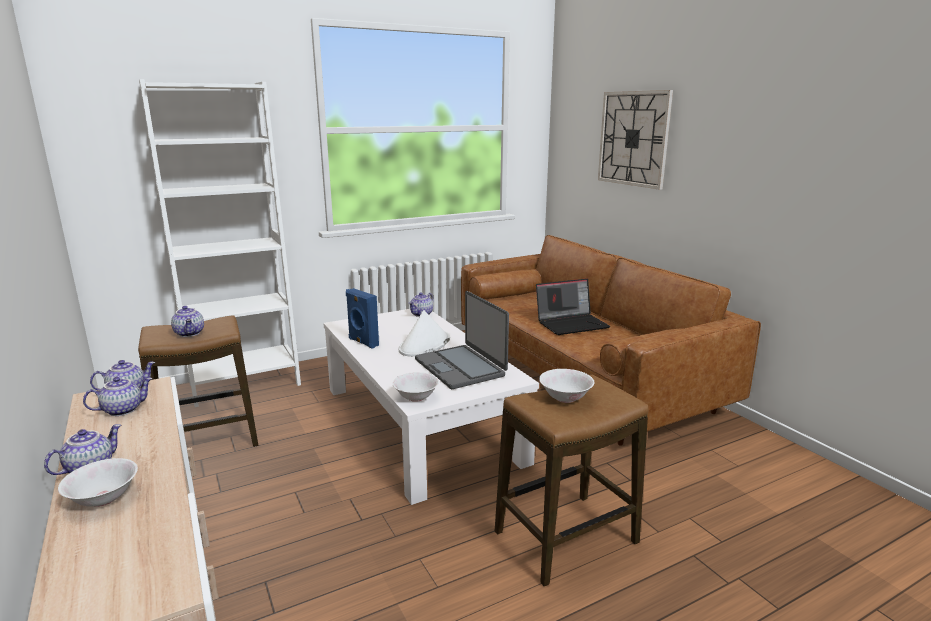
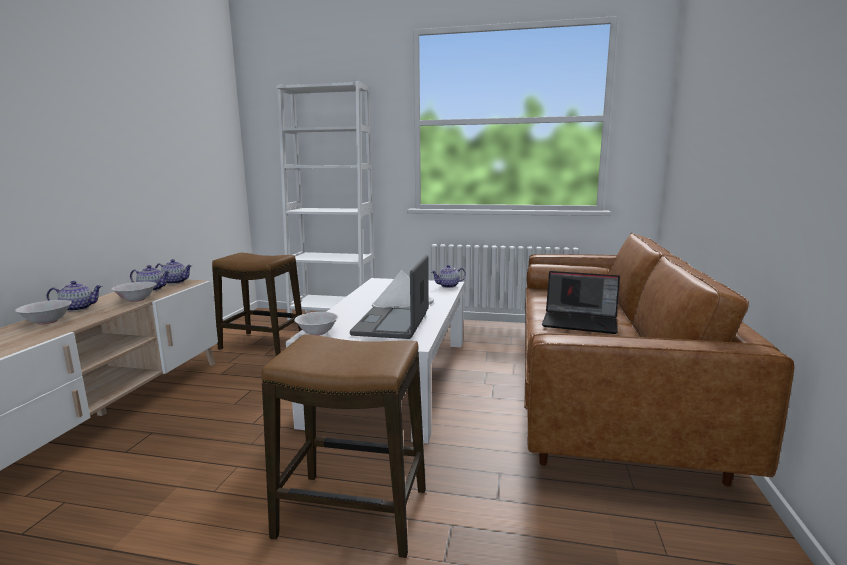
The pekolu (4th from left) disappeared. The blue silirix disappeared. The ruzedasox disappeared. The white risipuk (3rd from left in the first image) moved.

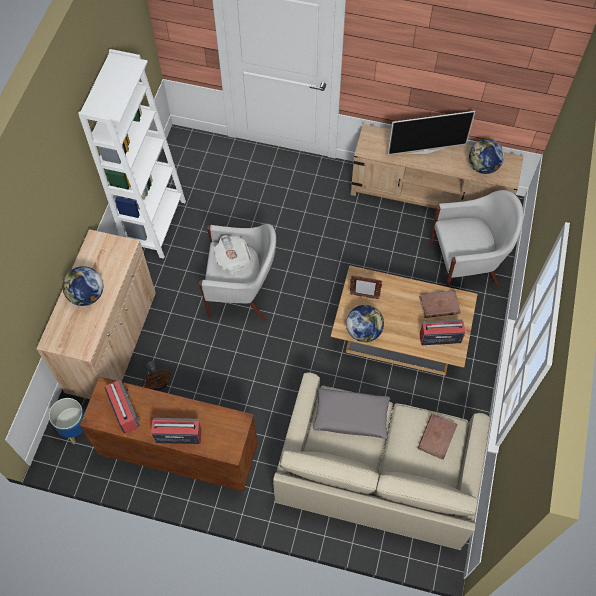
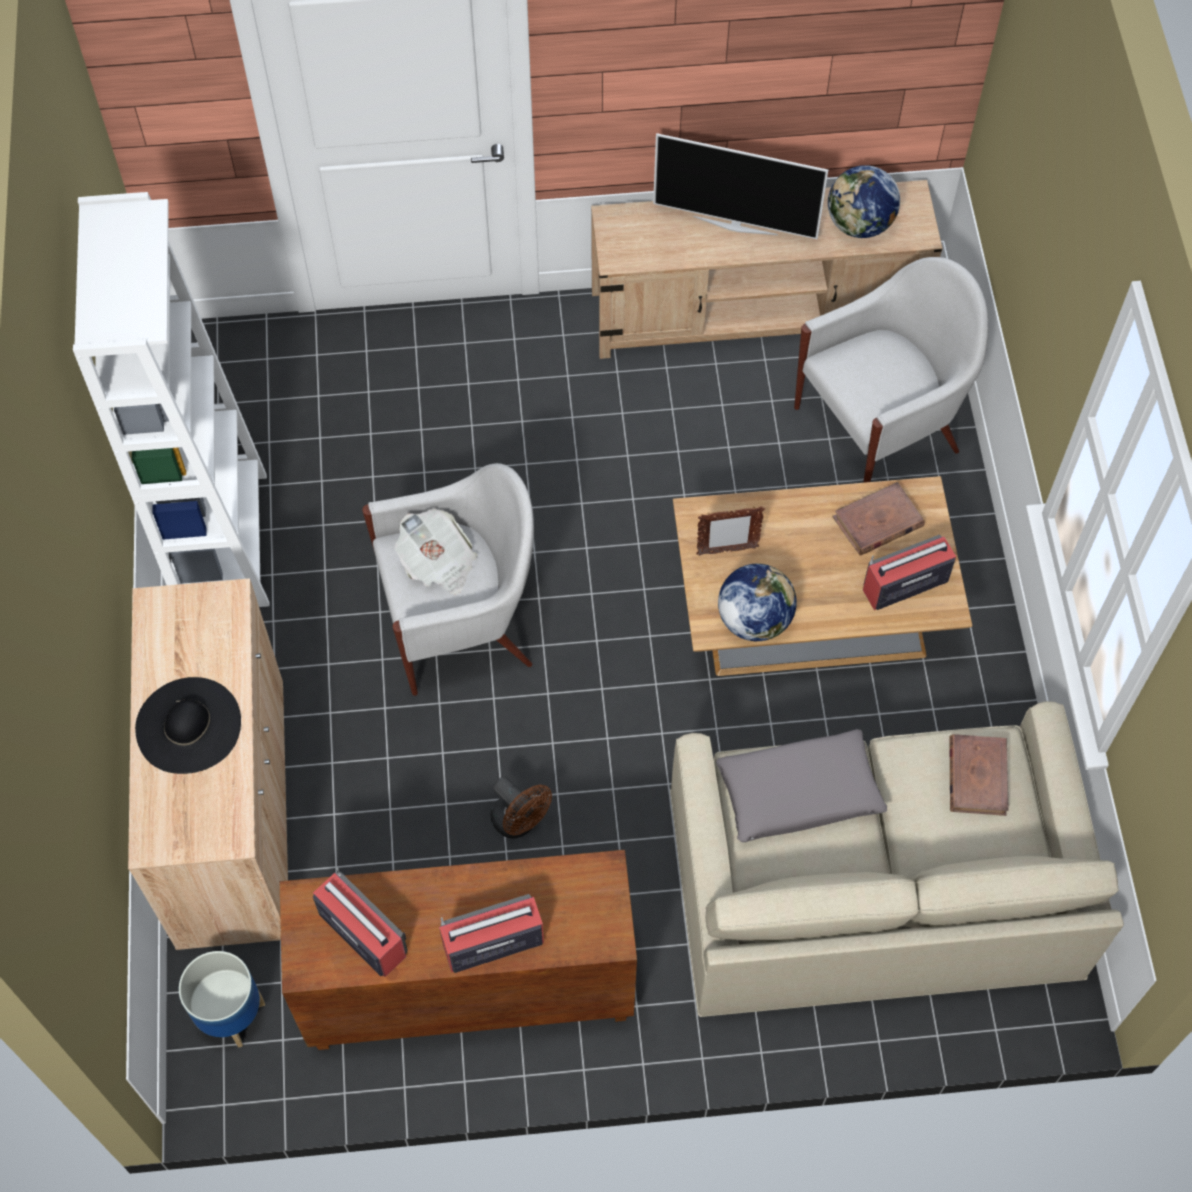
The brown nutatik moved. The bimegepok (1st from left) was replaced by the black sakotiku. The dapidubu turned 45 degrees clockwise.

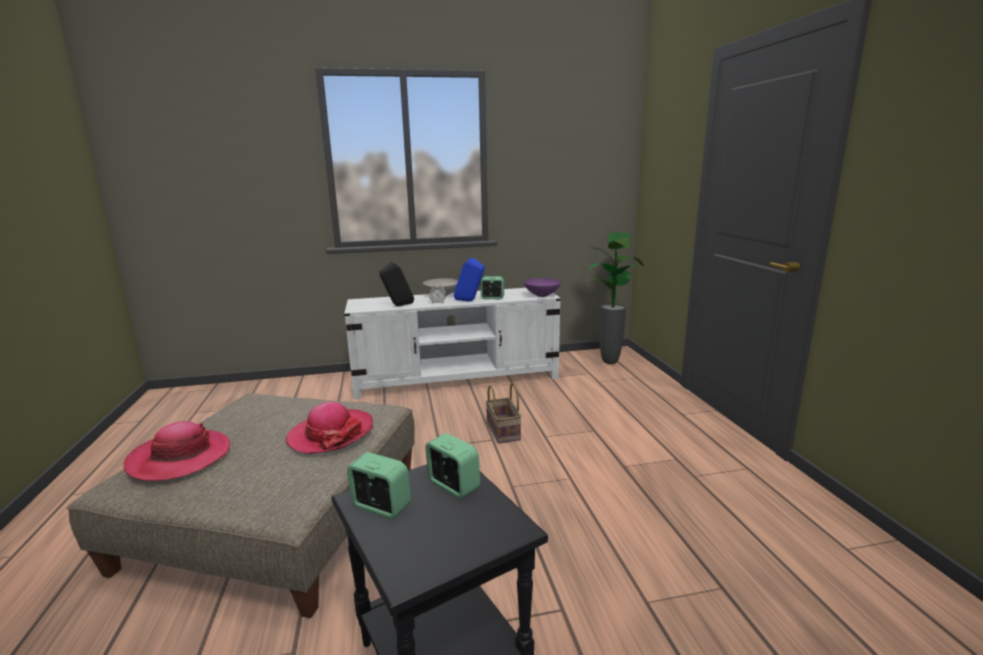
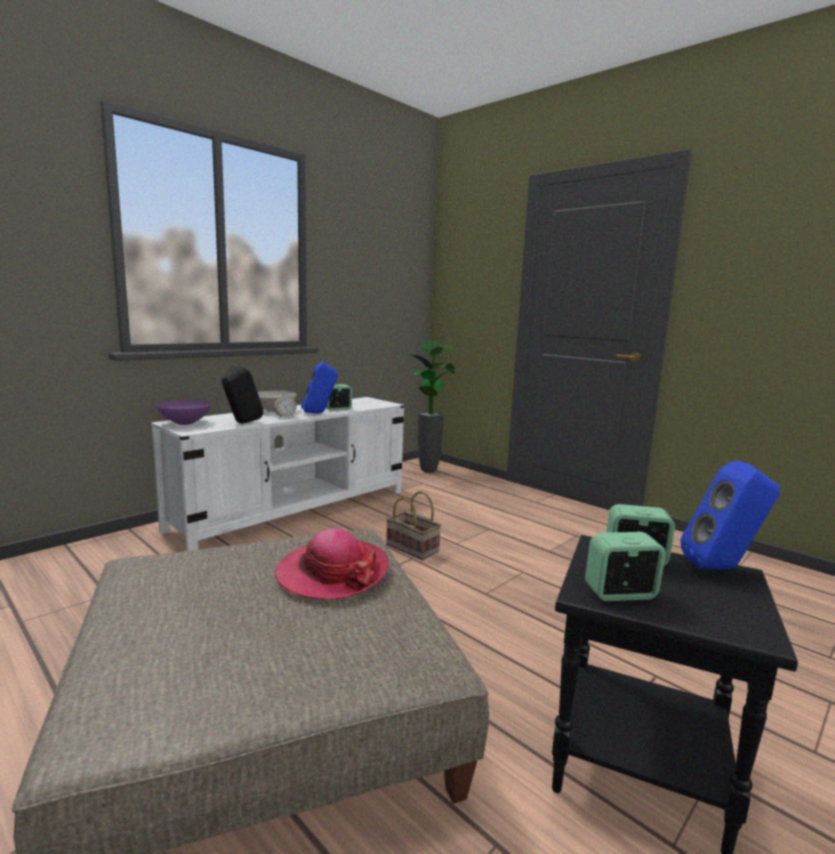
The sakotiku (1st from left) disappeared. The blue silirix (2nd from left) appeared. The purple risipuk moved.

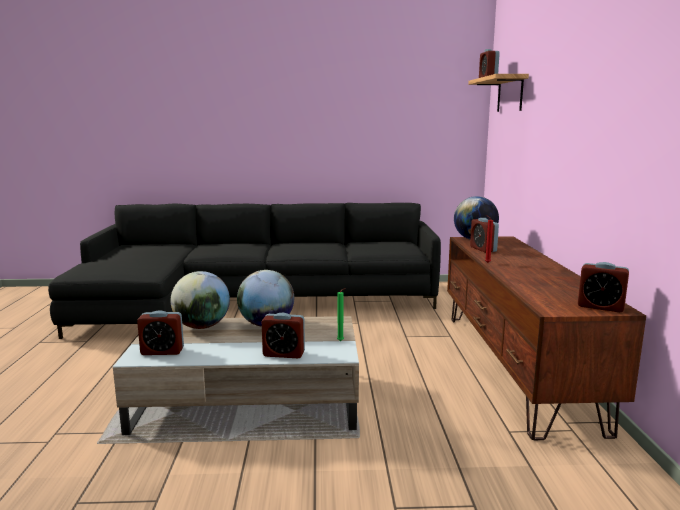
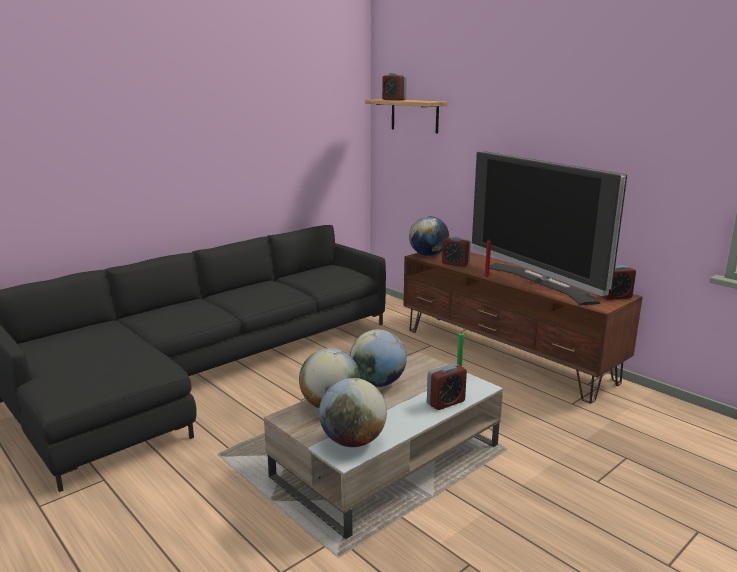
The dapidubu appeared. The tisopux (1st from left) was replaced by the bimegepok (2nd from left).

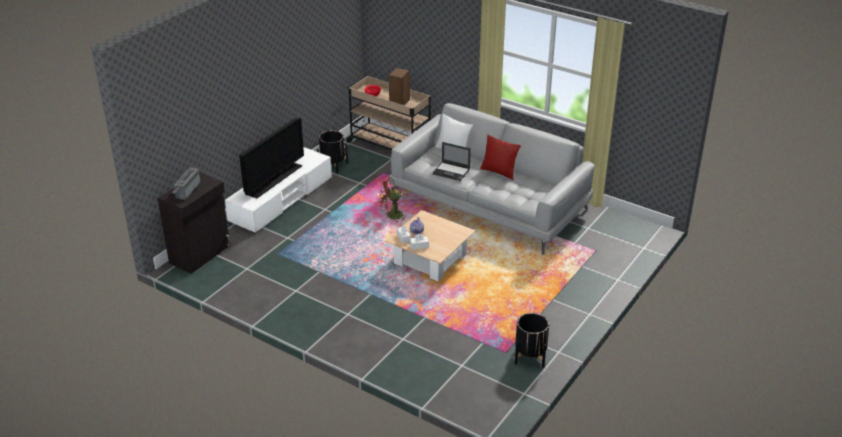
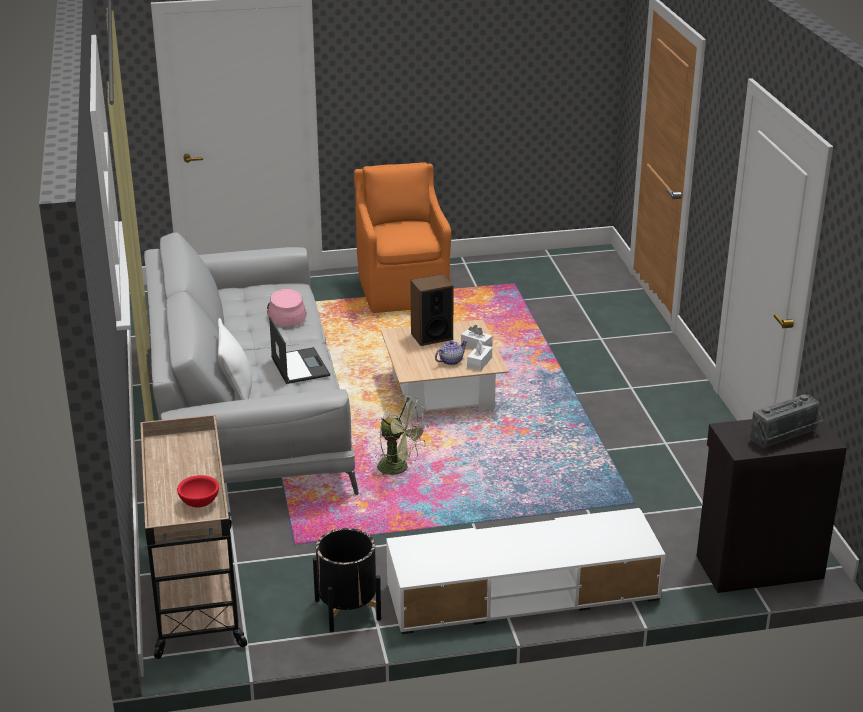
The dapidubu disappeared. The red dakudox disappeared. The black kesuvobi (2nd from left) disappeared. The pink sakotiku appeared. The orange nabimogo appeared. The silirix moved. The brown nutatik became the green nutatik.

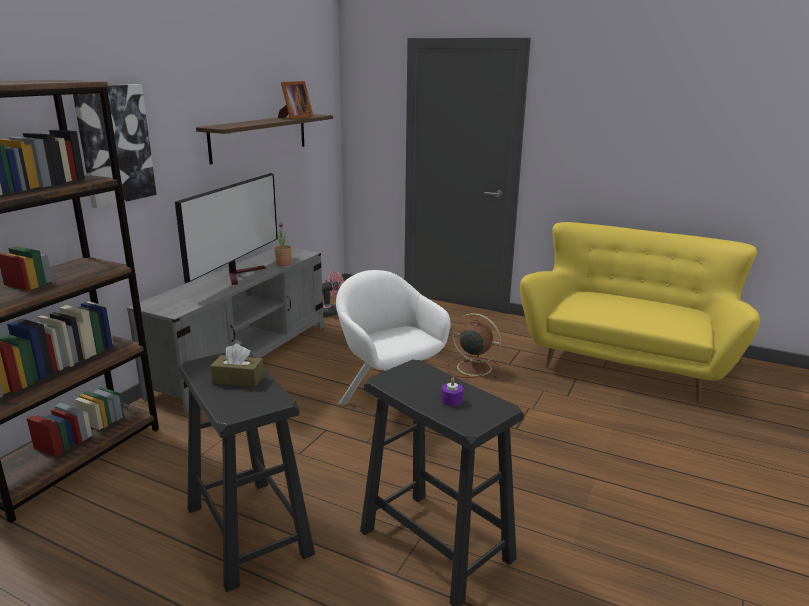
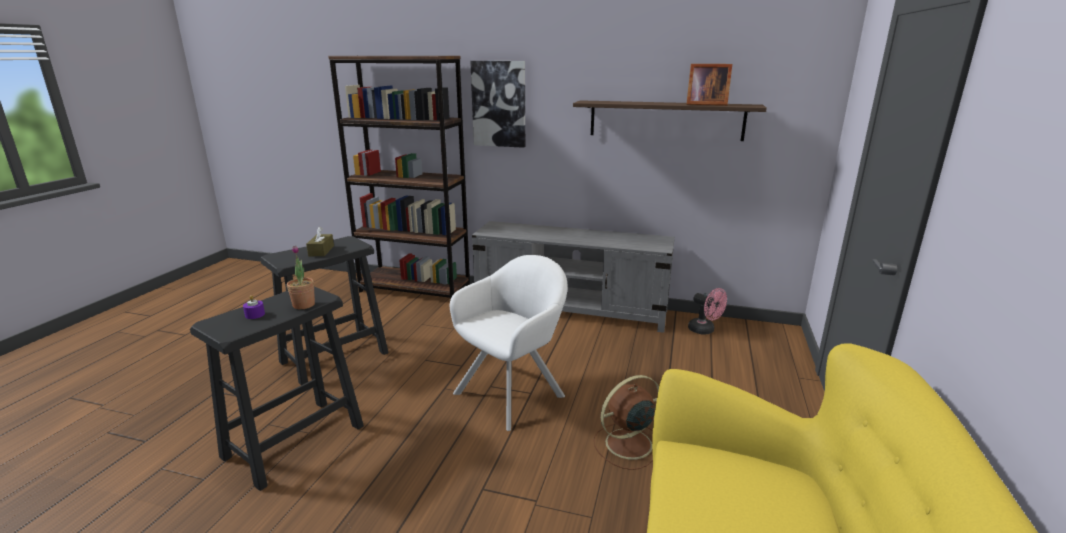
The dapidubu disappeared. The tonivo moved. The brown nutatik turned 135 degrees counterclockwise.

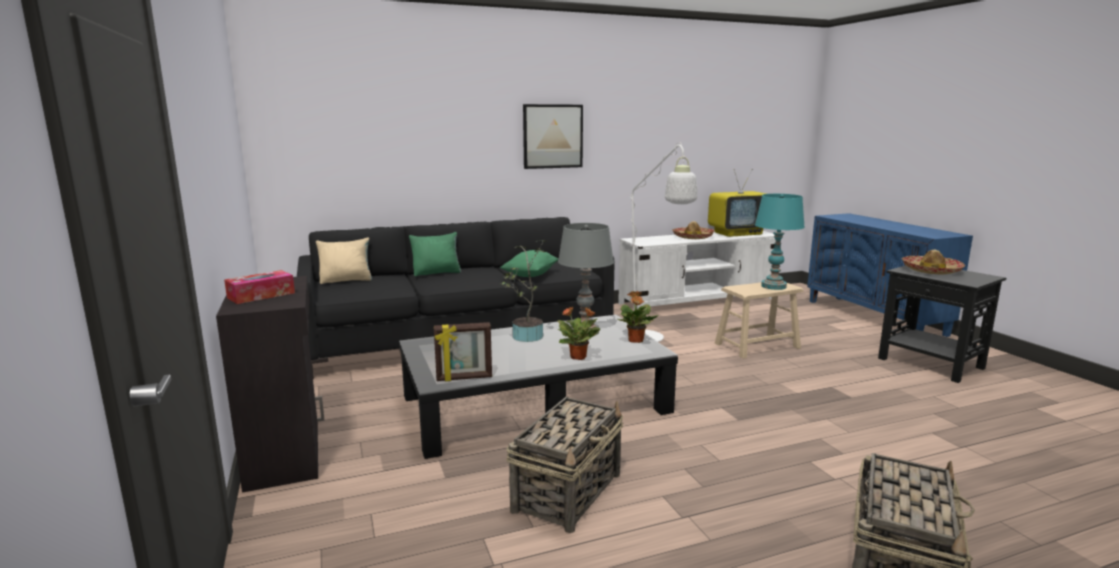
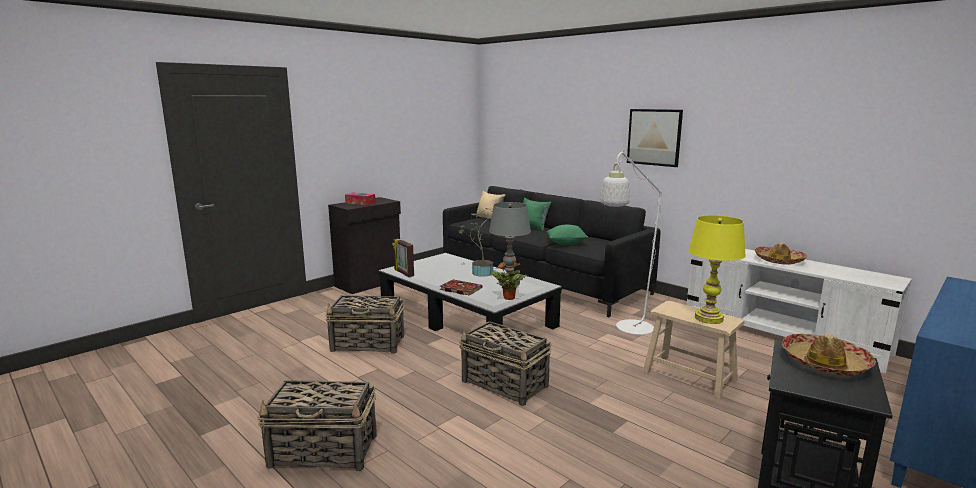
The dapidubu disappeared. The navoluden (3rd from left) appeared. The tonivo (2nd from left) was replaced by the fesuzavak. The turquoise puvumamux became the yellow puvumamux.

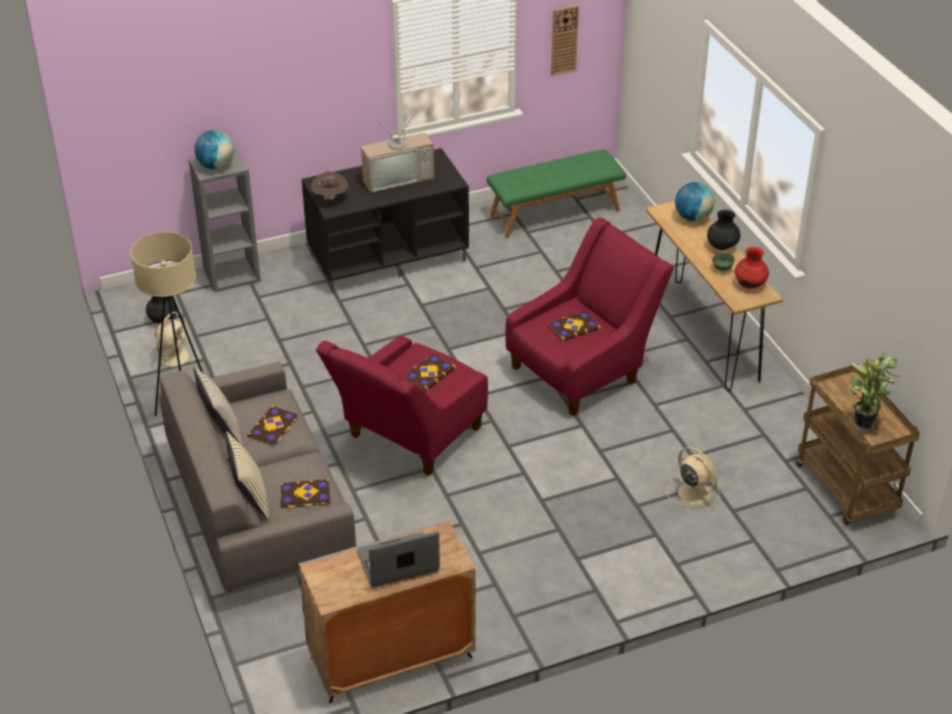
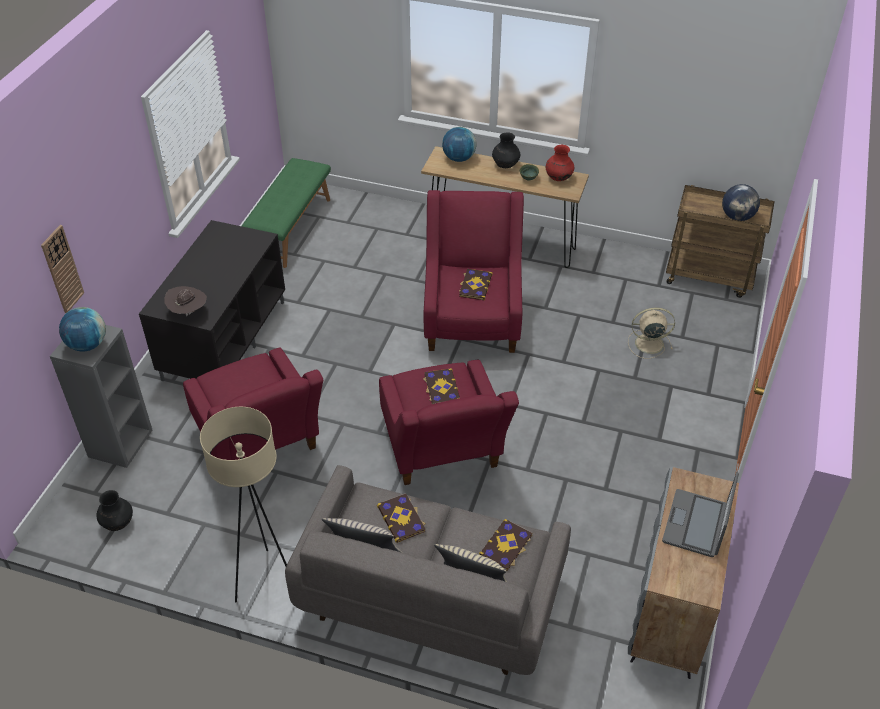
The beige nutatik (1st from left) disappeared. The dapidubu disappeared. The red nabimogo (1st from left) appeared. The ruzedasox moved. The tonivo was replaced by the bimegepok (3rd from left).

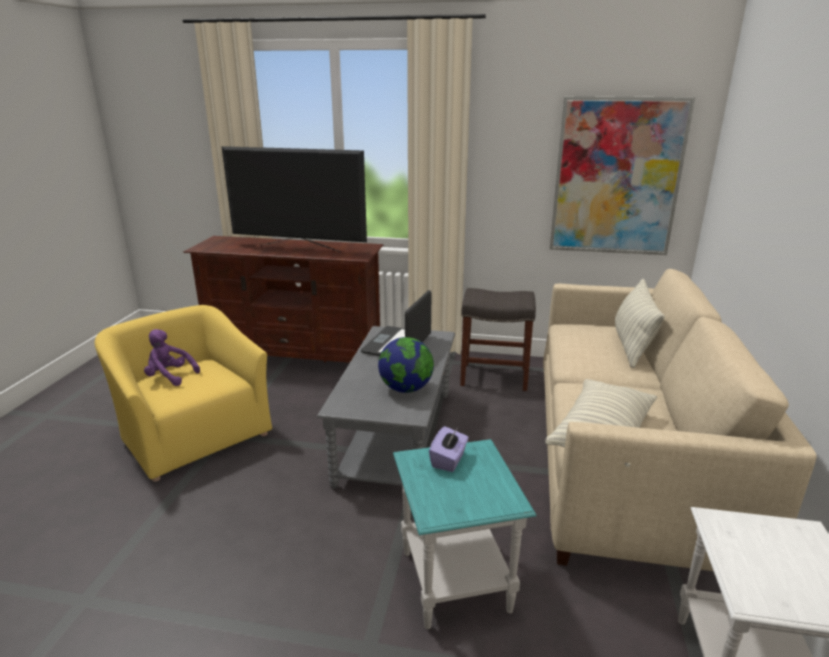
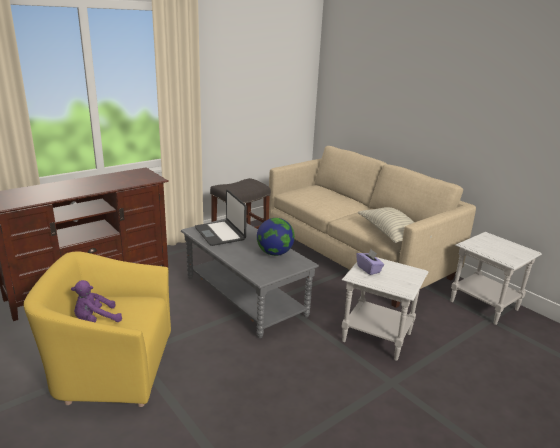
The dapidubu disappeared. The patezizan disappeared. The dakudox (2nd from left) disappeared. The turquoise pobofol became the white pobofol (1st from left).

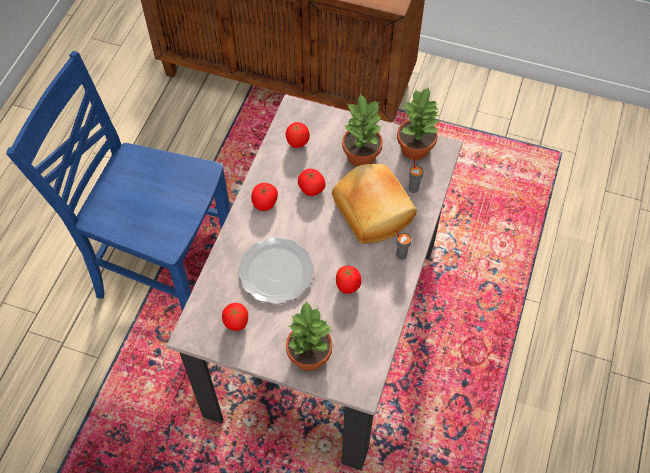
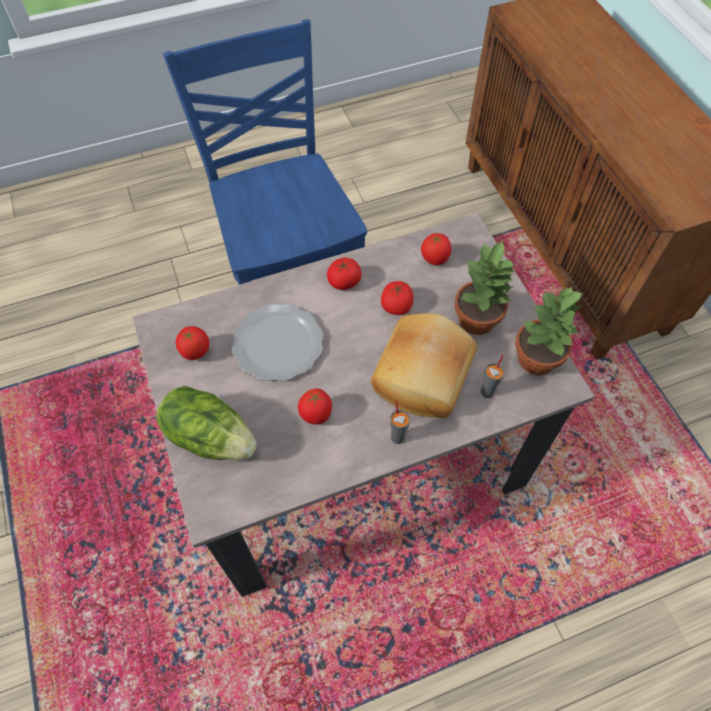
The tonivo (1st from left) was replaced by the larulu.

